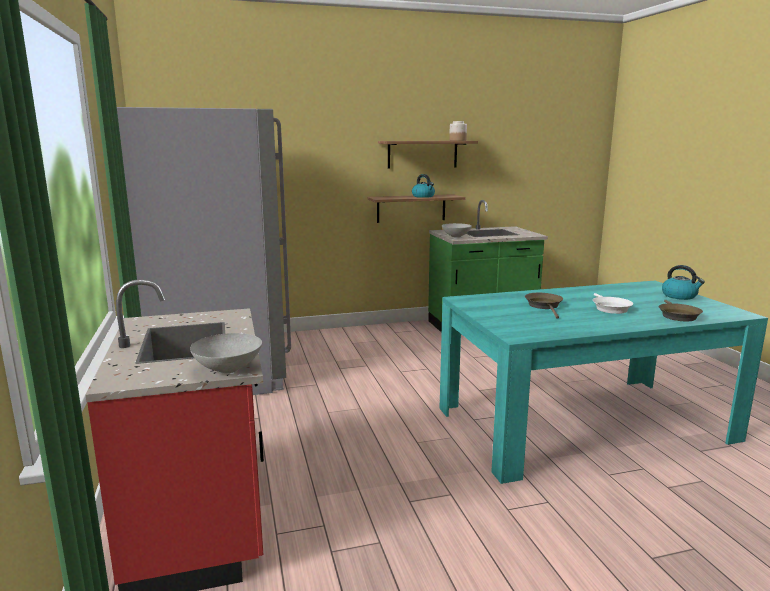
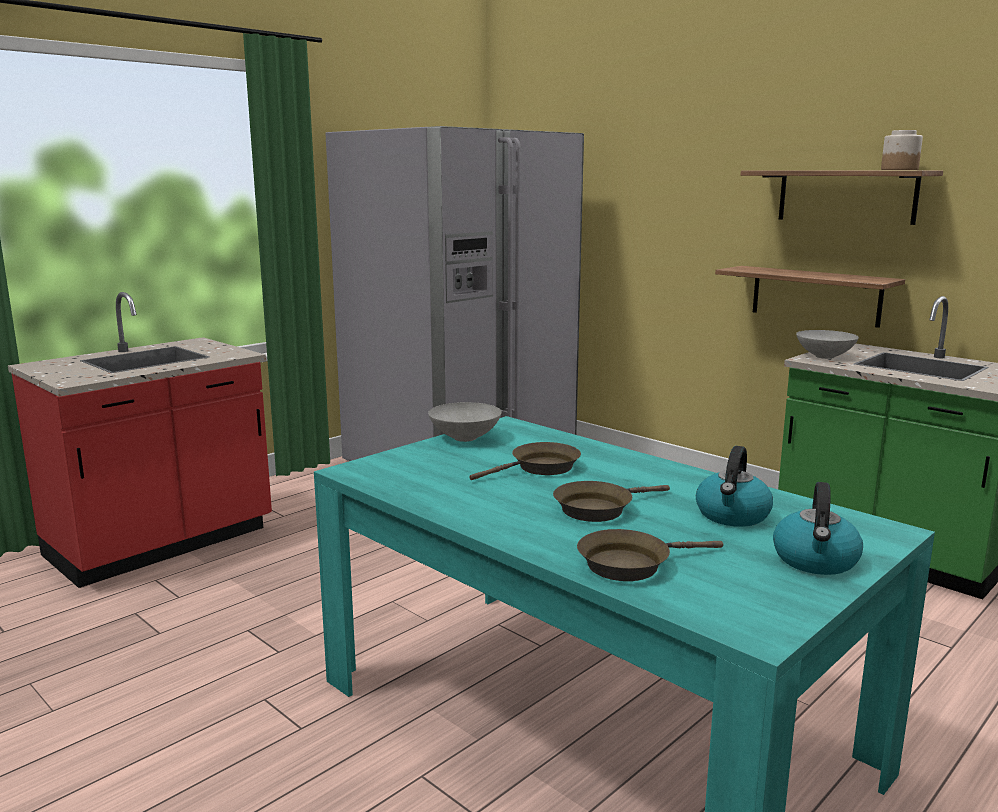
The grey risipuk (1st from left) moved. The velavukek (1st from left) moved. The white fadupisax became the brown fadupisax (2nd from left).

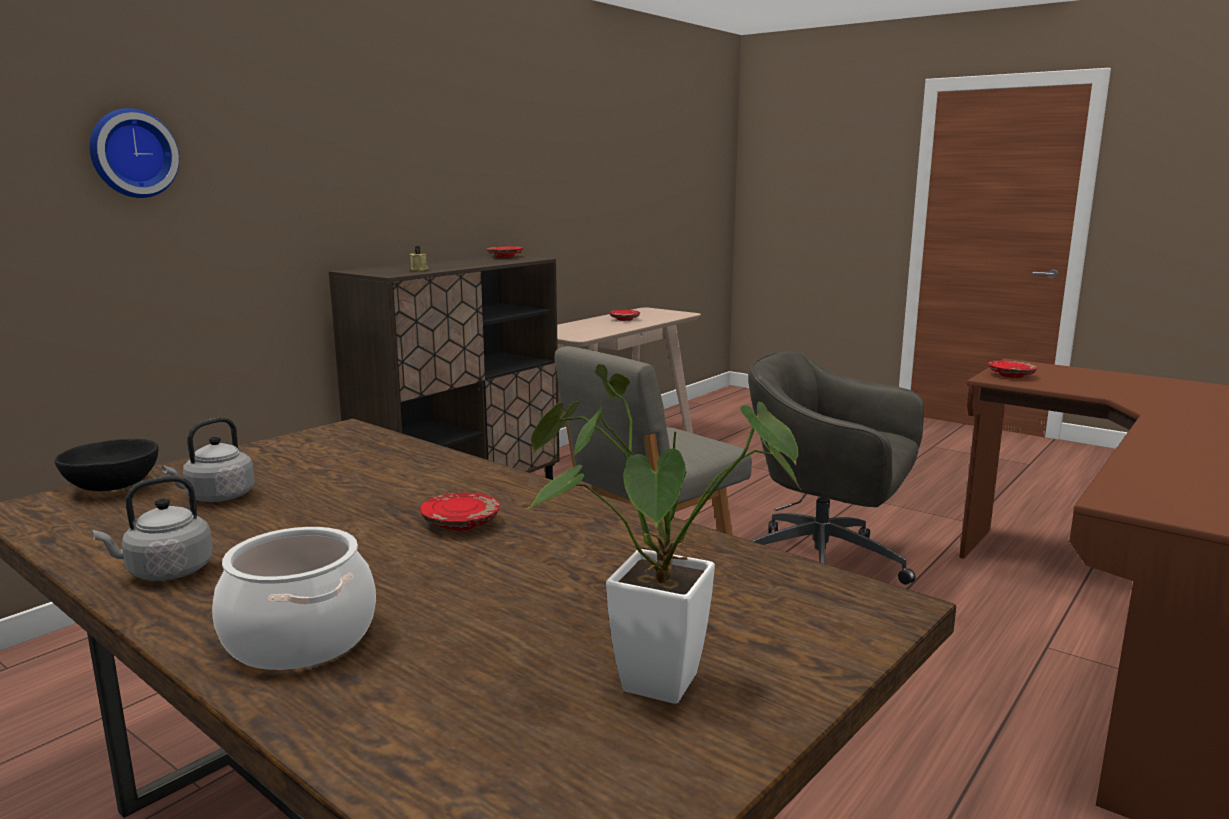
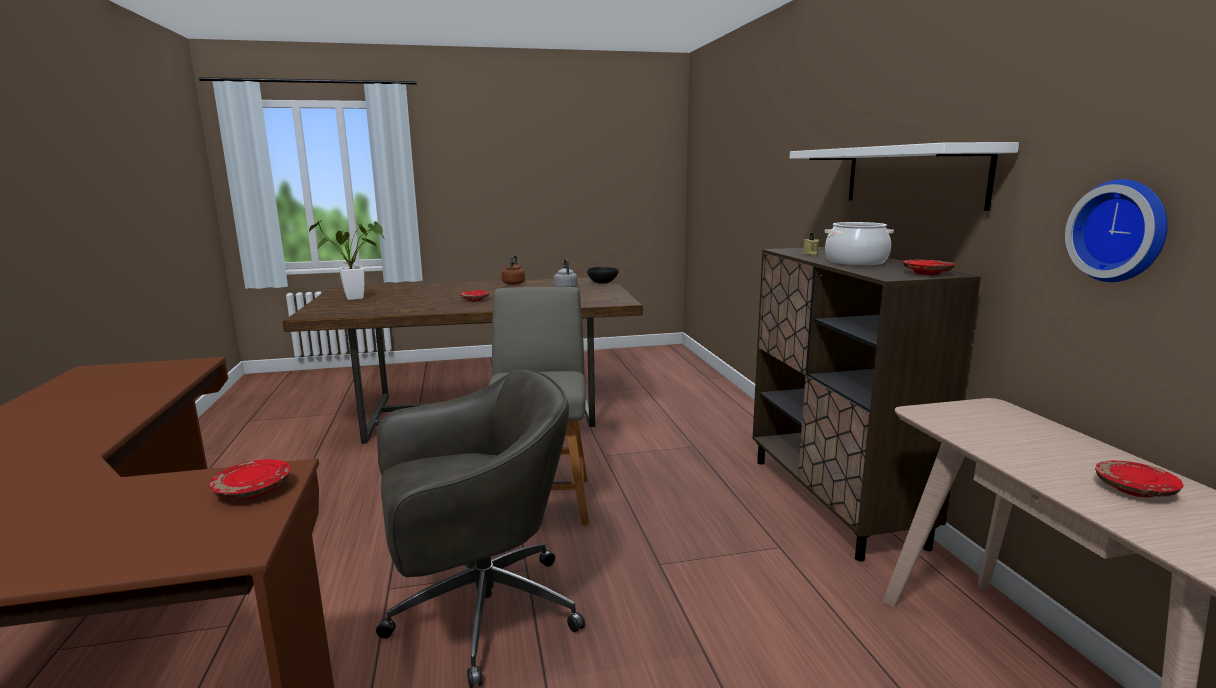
The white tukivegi appeared. The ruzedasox moved. The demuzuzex moved. The grey velavukek (1st from left) became the brown velavukek.

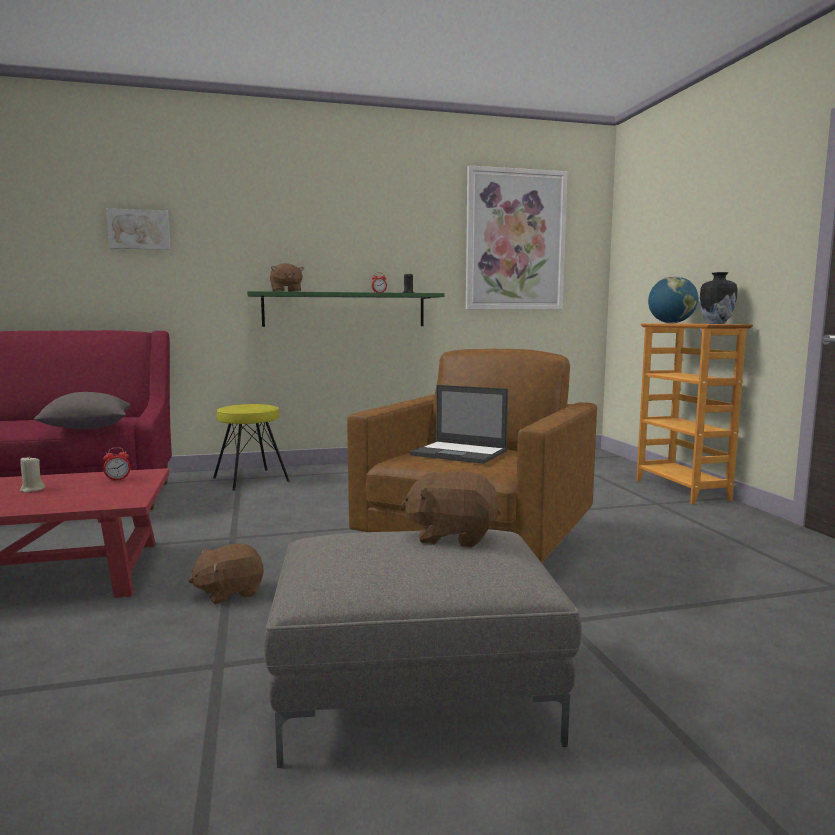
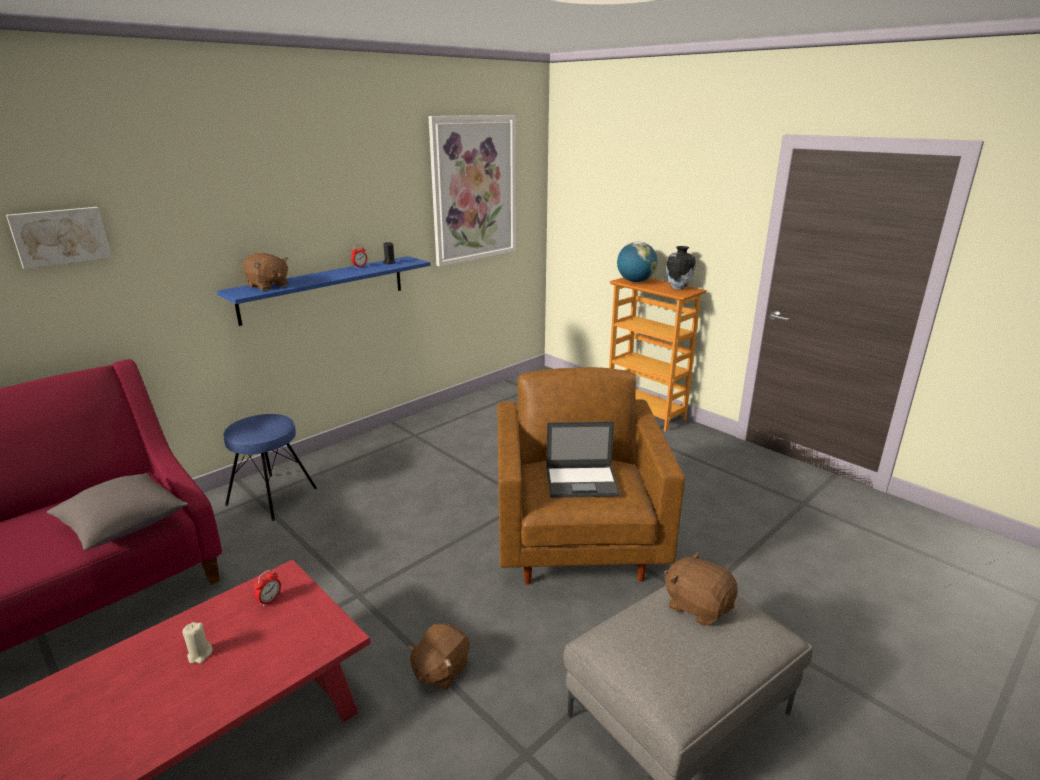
The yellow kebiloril became the blue kebiloril. The green tukivegi became the blue tukivegi. The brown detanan (3rd from left) turned 60 degrees clockwise.

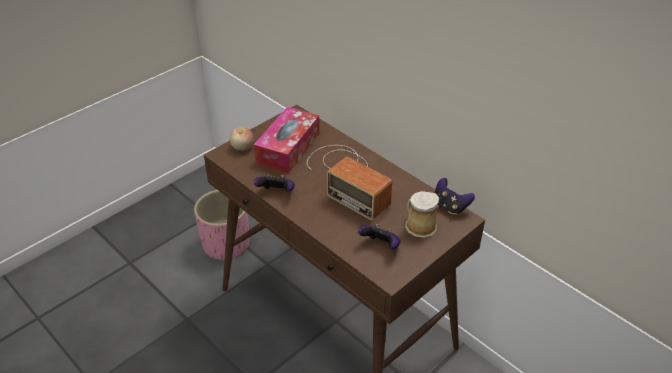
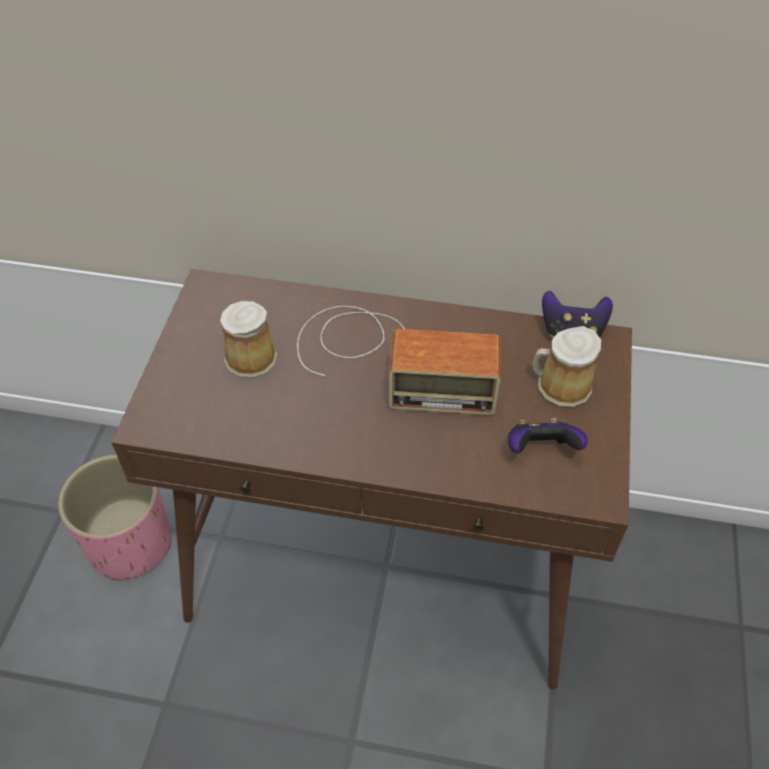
The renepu disappeared. The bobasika (1st from left) disappeared. The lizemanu was replaced by the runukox (1st from left).

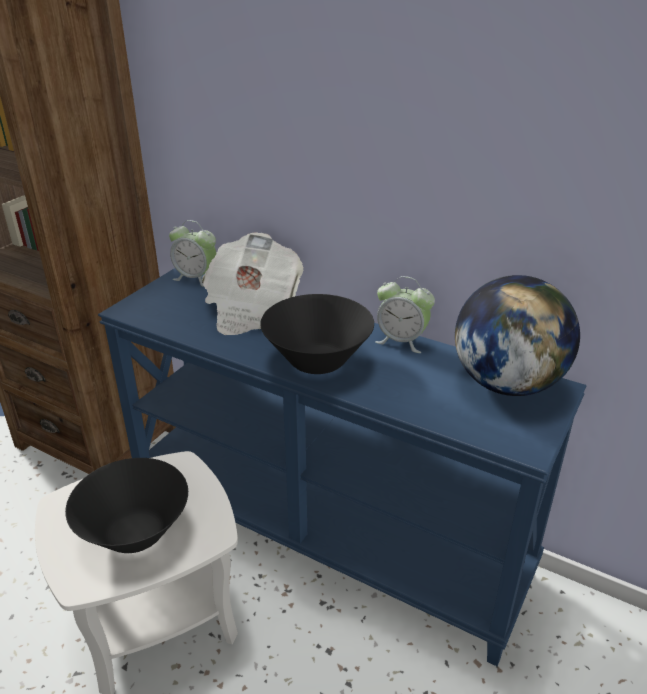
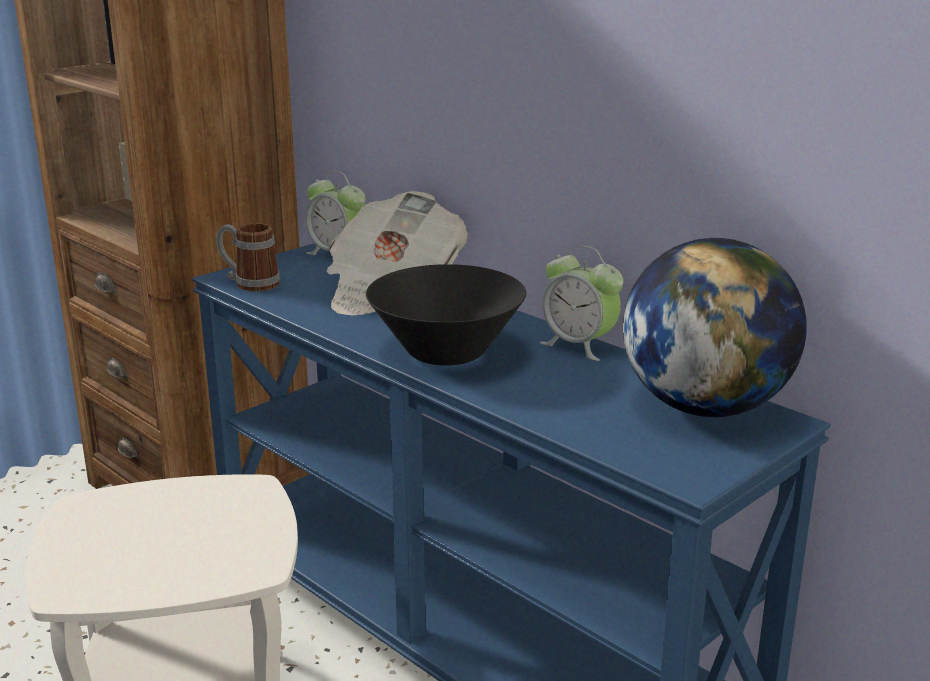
The black risipuk (1st from left) disappeared. The runukox appeared.

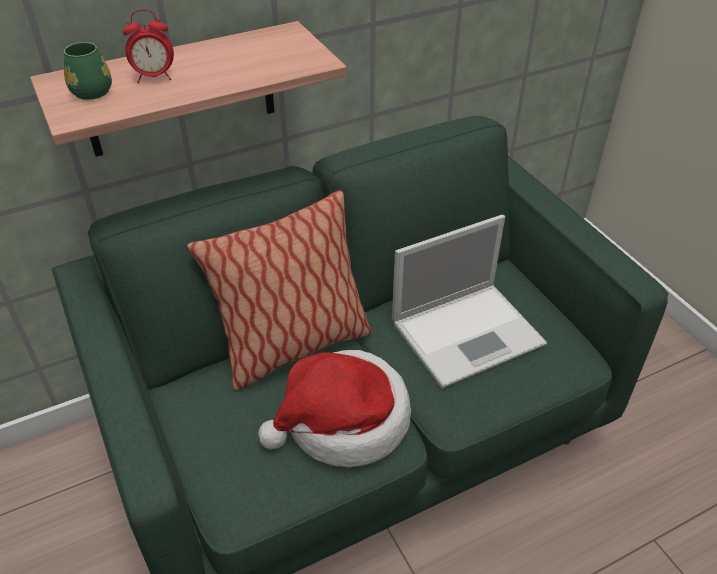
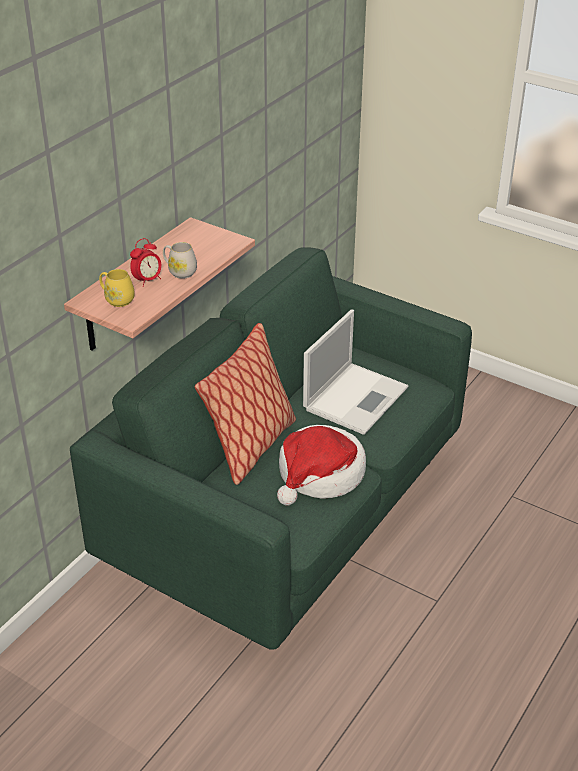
The white runukox appeared. The green runukox became the yellow runukox.

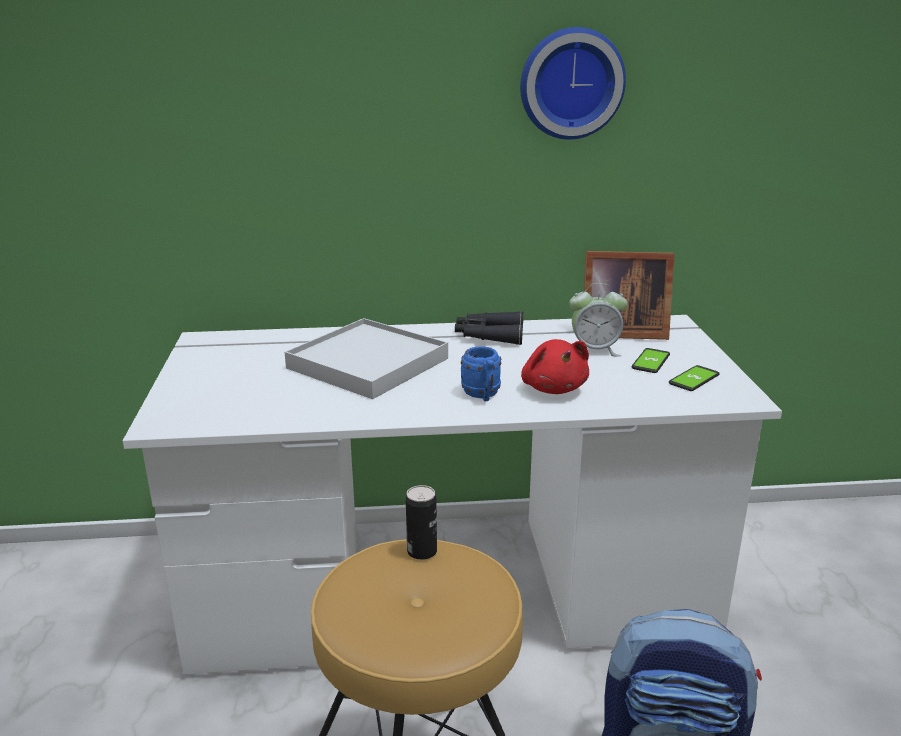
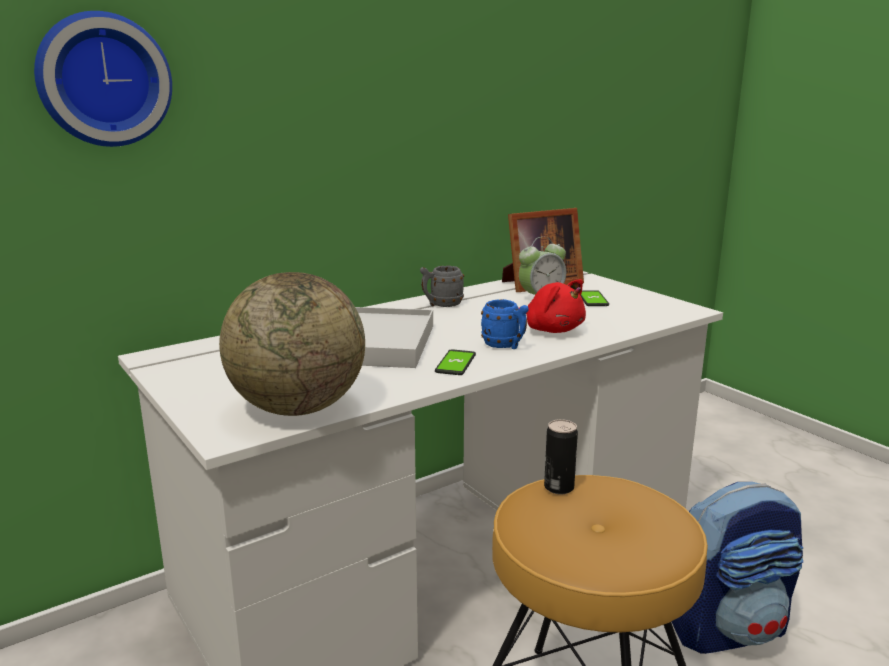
The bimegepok appeared. The ruzedasox moved. The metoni (2nd from left in the first image) moved. The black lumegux was replaced by the grey runukox.

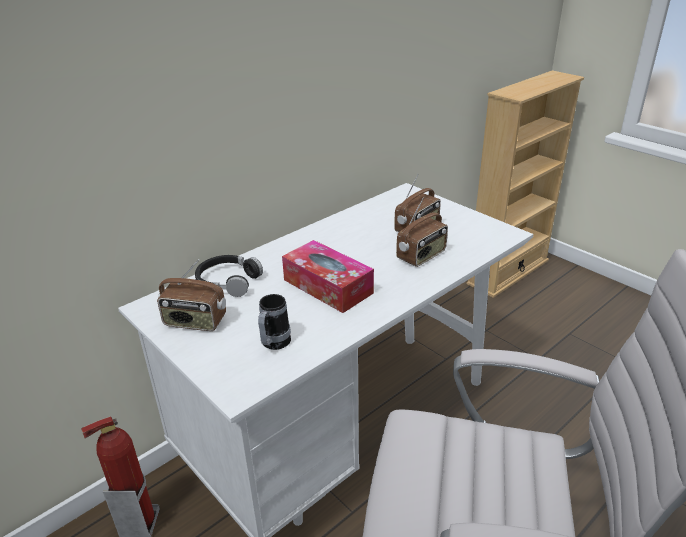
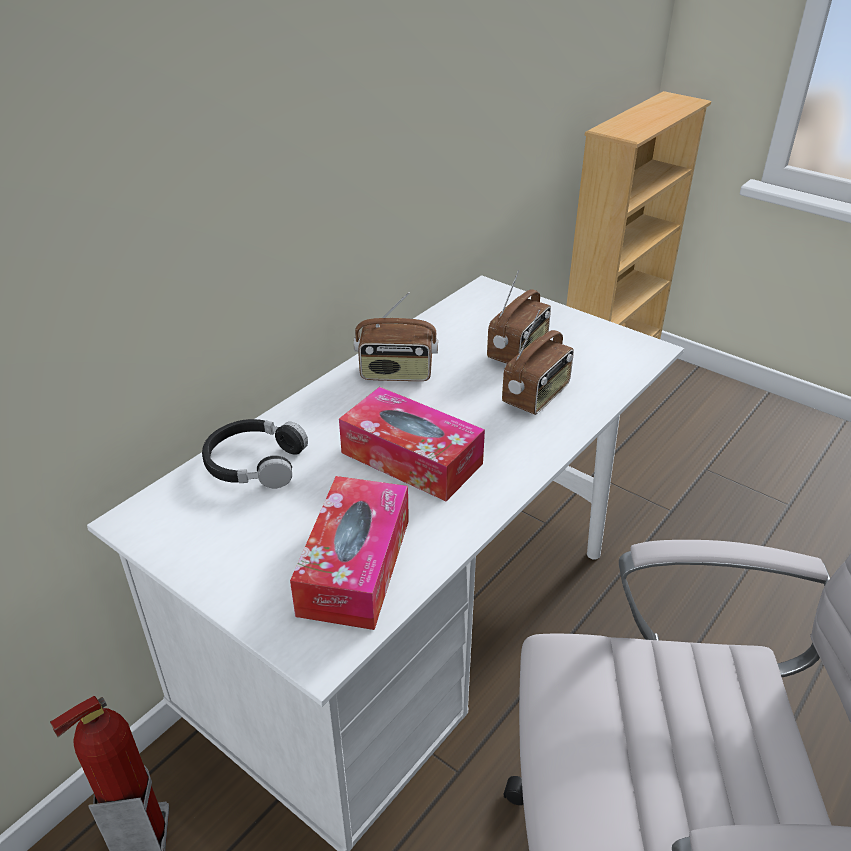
The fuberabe (1st from left) moved. The runukox was replaced by the lizemanu (1st from left).

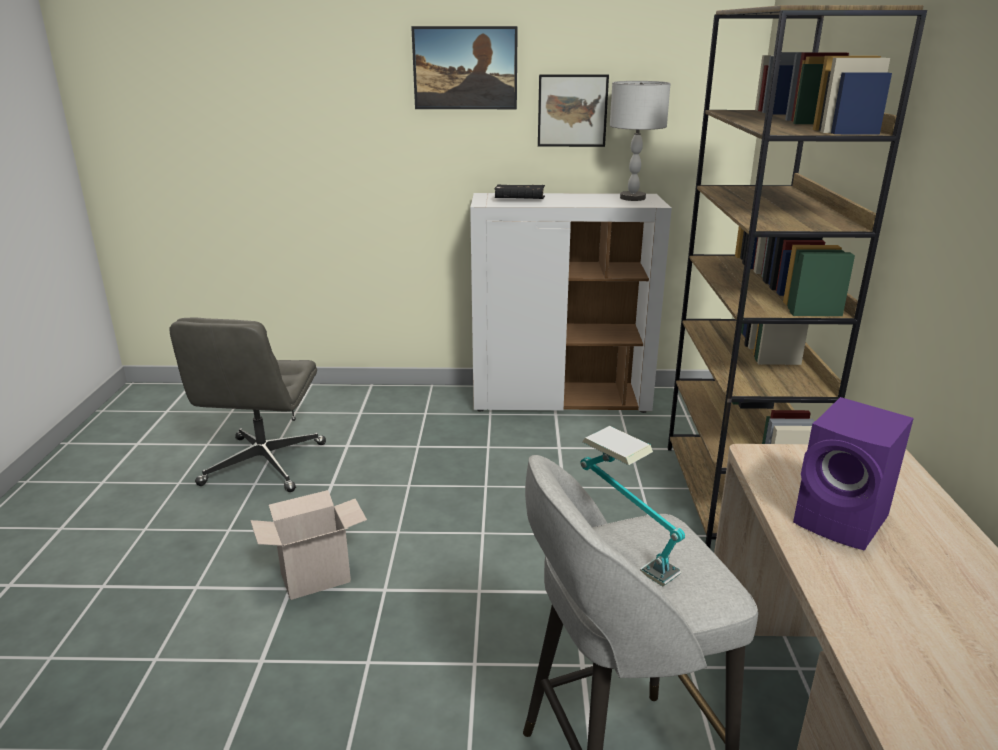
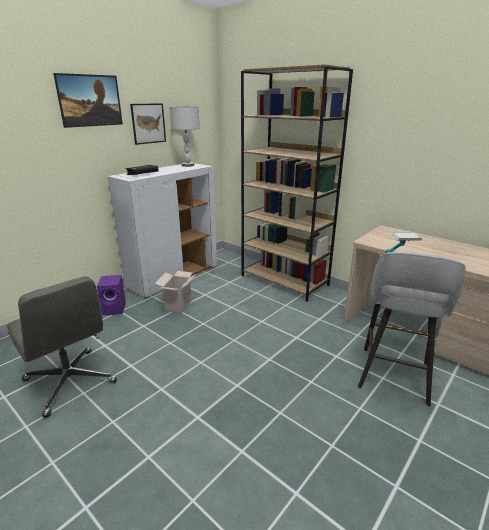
The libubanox moved. The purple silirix moved.

